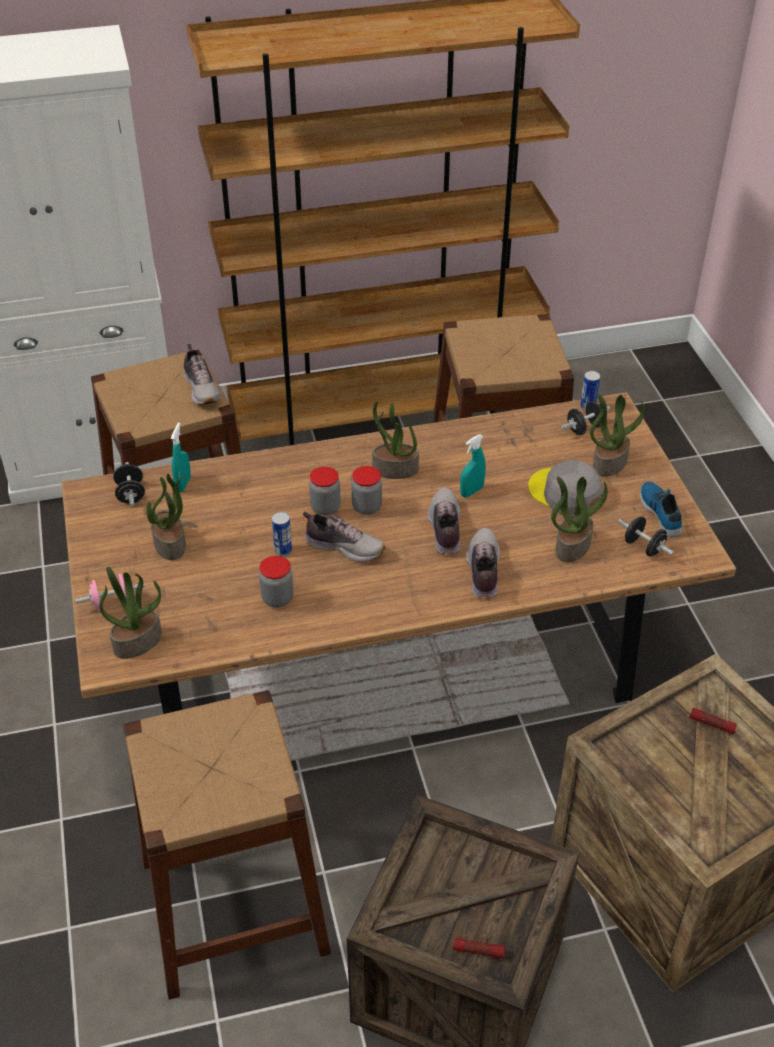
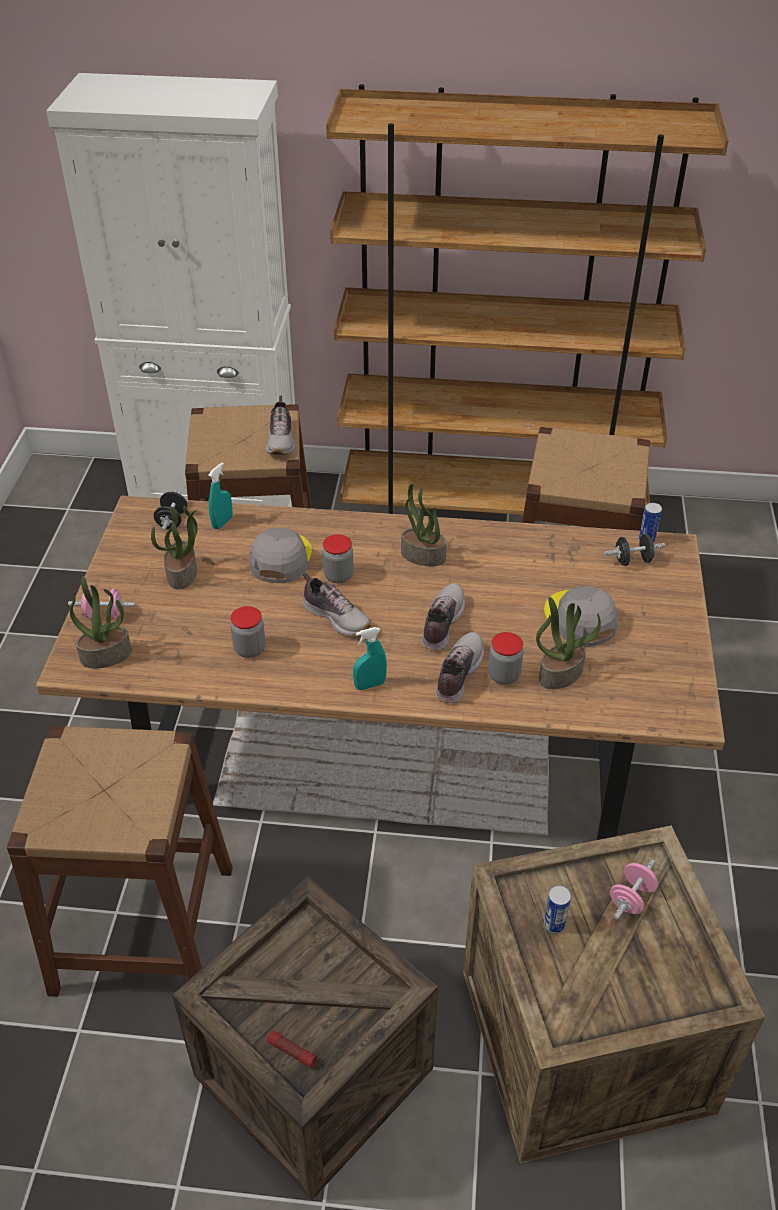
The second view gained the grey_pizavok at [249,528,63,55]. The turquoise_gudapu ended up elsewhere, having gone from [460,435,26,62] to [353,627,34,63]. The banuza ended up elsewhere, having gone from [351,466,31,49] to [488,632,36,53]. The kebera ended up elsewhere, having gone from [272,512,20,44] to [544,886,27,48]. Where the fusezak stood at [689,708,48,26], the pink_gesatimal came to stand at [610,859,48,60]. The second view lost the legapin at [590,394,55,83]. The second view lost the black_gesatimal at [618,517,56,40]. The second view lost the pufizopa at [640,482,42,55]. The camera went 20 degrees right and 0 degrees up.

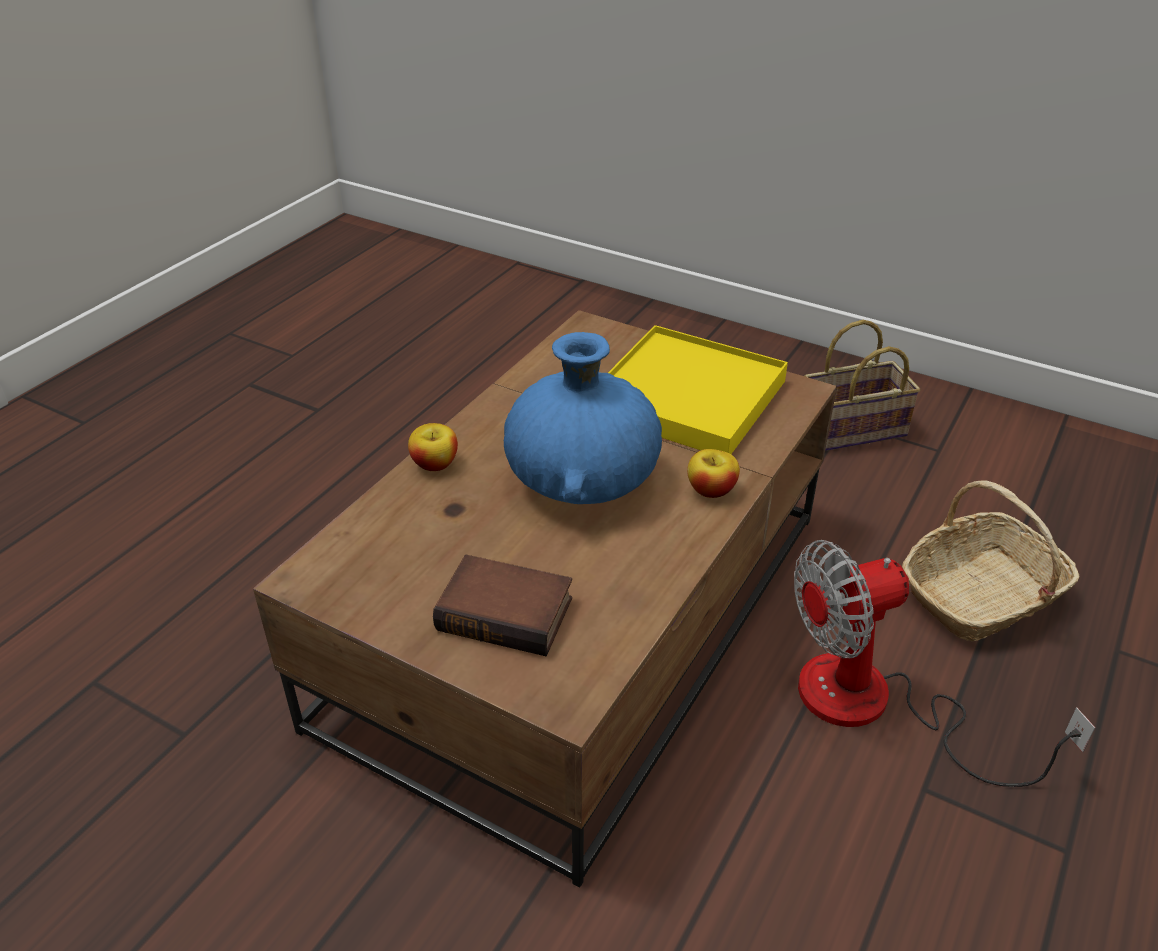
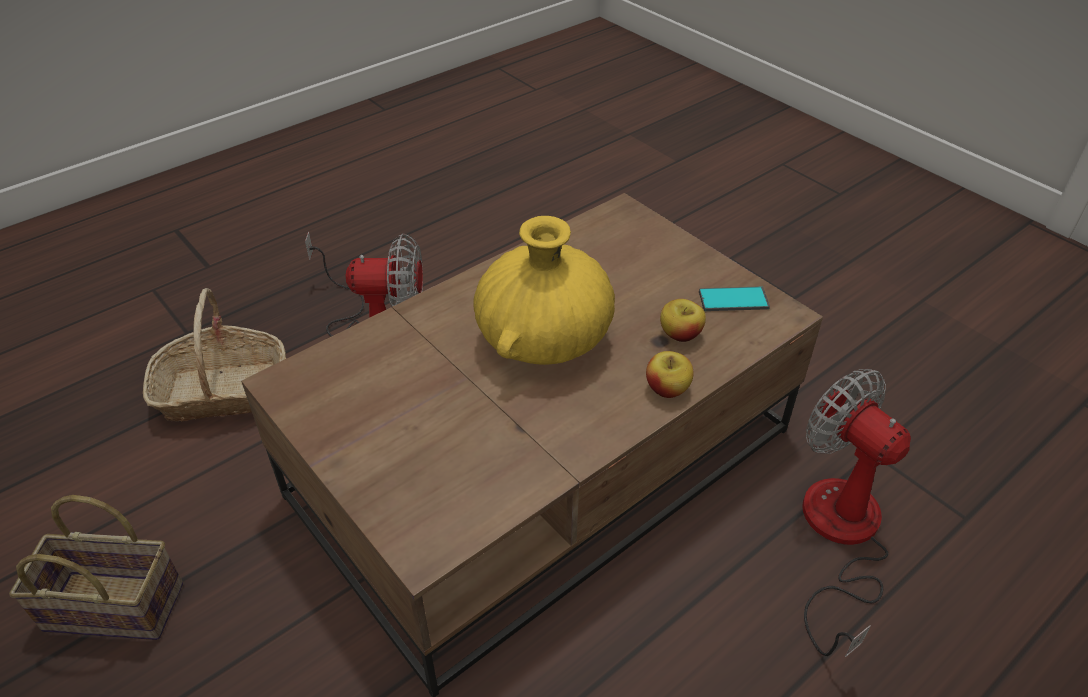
What was the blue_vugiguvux at [504,332,158,172] turned into the yellow_vugiguvux at [473,216,142,149]. The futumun ended up elsewhere, having gone from [687,449,53,49] to [660,299,46,43]. The second view gained the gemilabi at [699,286,71,25]. The second view gained the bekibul at [802,369,109,288]. The second view lost the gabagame at [433,555,139,101]. The second view lost the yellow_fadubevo at [608,325,180,129]. The camera went 160 degrees left and 5 degrees up.

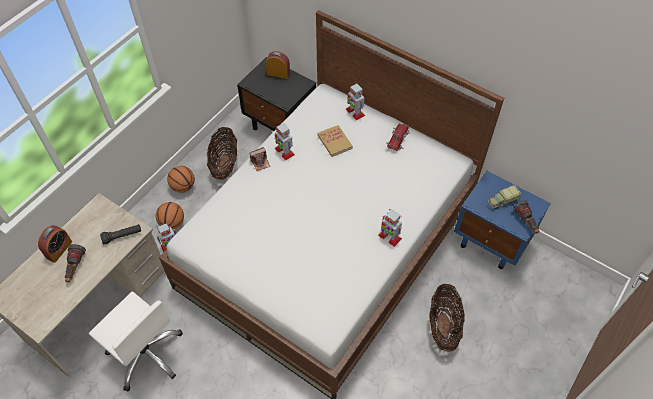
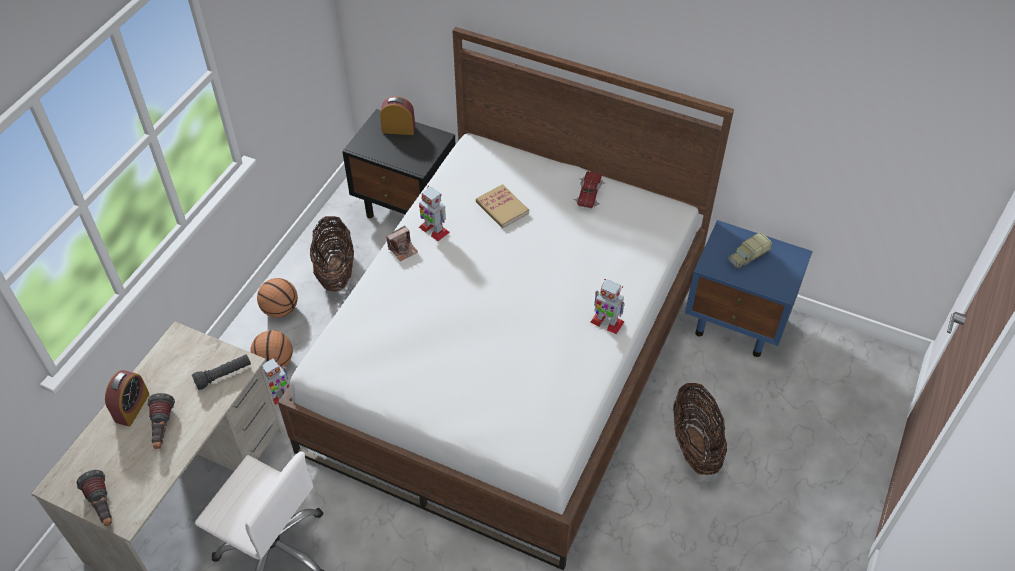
The fusezak ended up elsewhere, having gone from [513,200,26,34] to [76,470,36,56]. The second view lost the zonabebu at [346,82,19,39]. The camera went 10 degrees left and 5 degrees down.

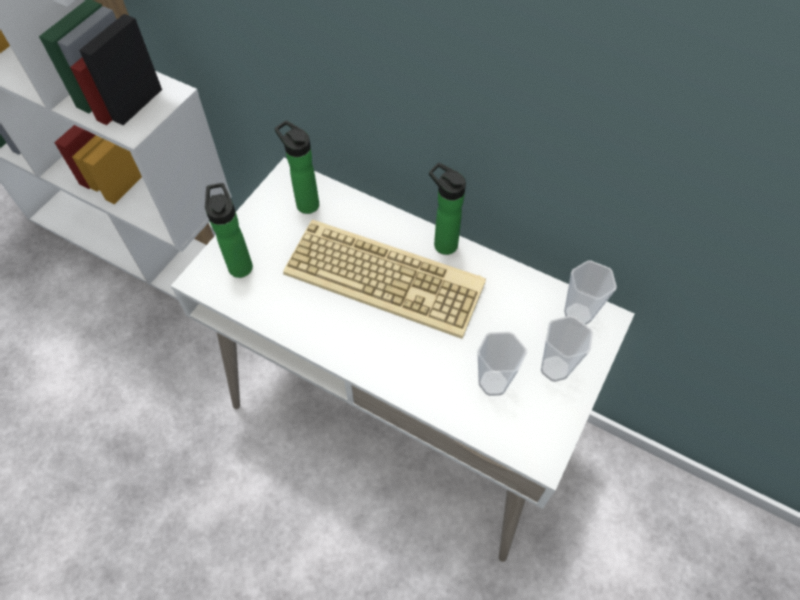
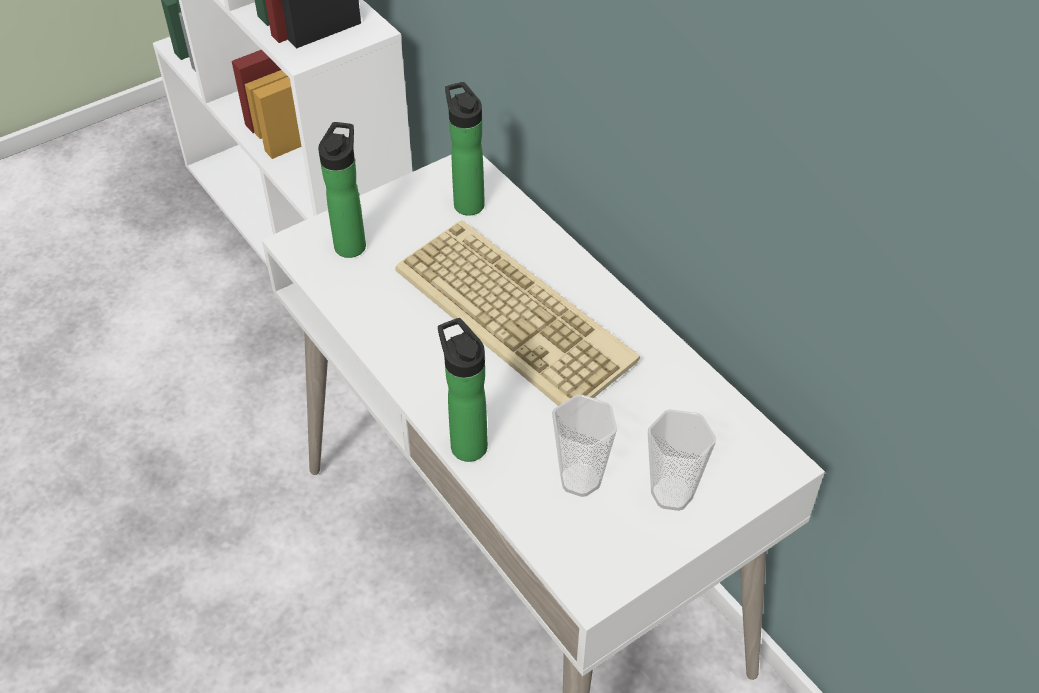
The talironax ended up elsewhere, having gone from [429,163,37,92] to [438,318,50,144]. The second view lost the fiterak at [564,261,53,64]. The camera went 25 degrees right and 10 degrees down.

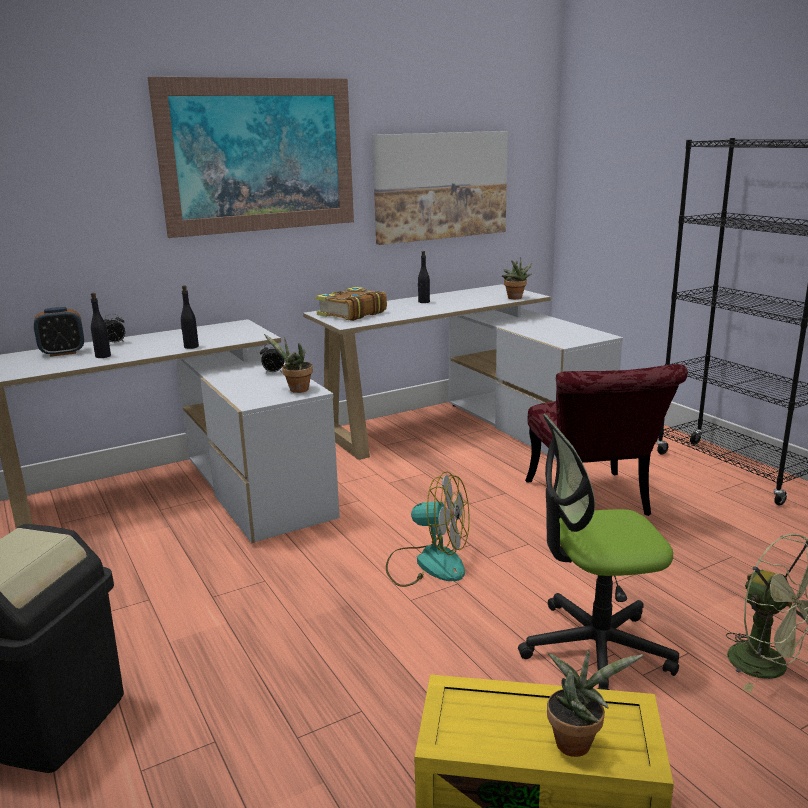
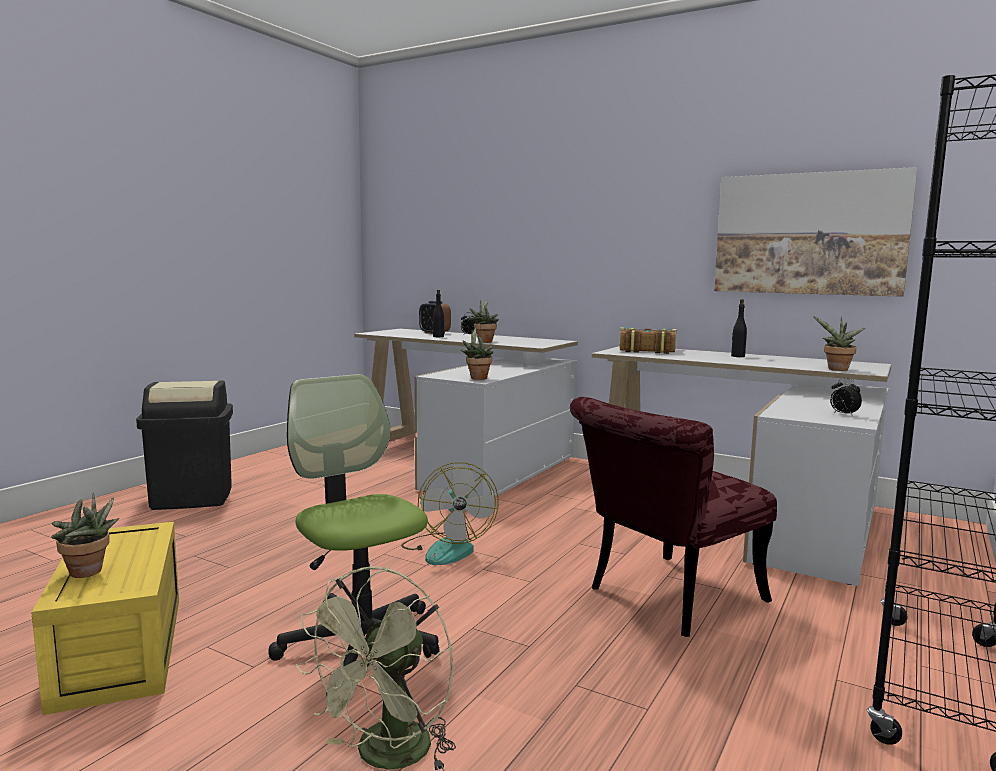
Where the black_talironax stood at [181,285,18,64], the legapin came to stand at [470,300,29,43]. The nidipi ended up elsewhere, having gone from [260,343,25,30] to [830,378,32,38]. The second view lost the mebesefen at [148,77,206,161]. The camera went 60 degrees right and 10 degrees down.

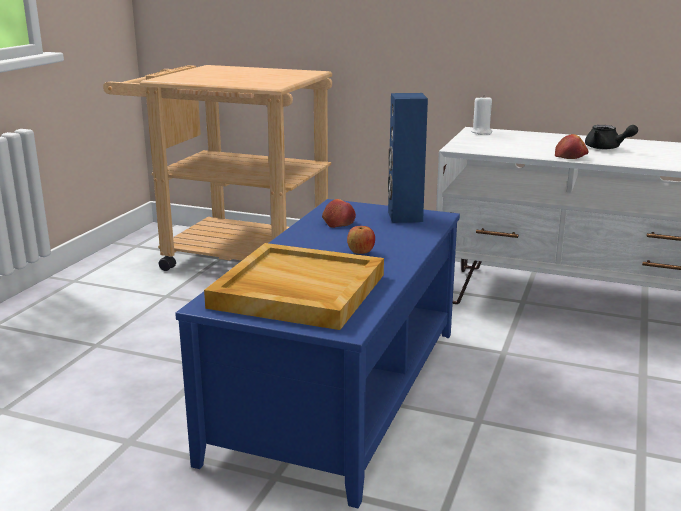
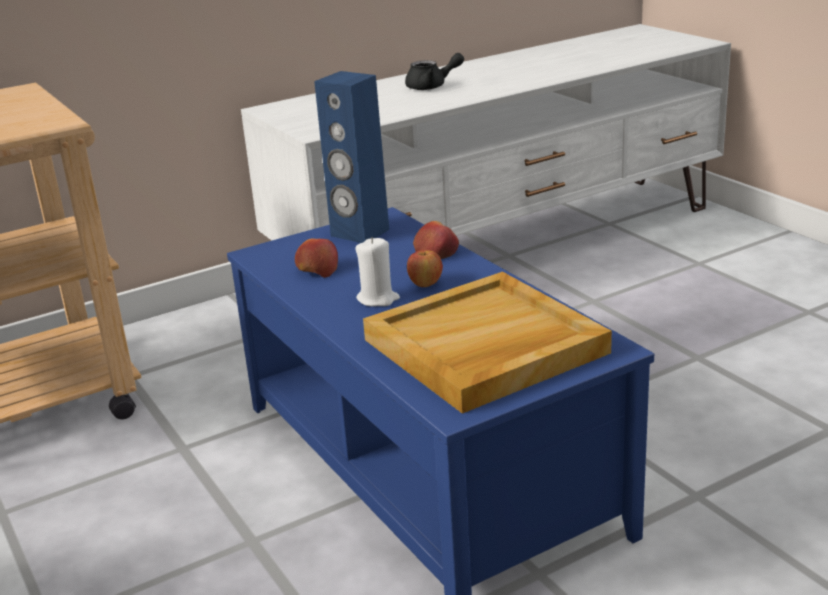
The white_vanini ended up elsewhere, having gone from [471,97,21,38] to [355,237,45,70]. The futumun ended up elsewhere, having gone from [555,134,33,25] to [413,221,46,38]. The camera went 50 degrees left and 5 degrees up.

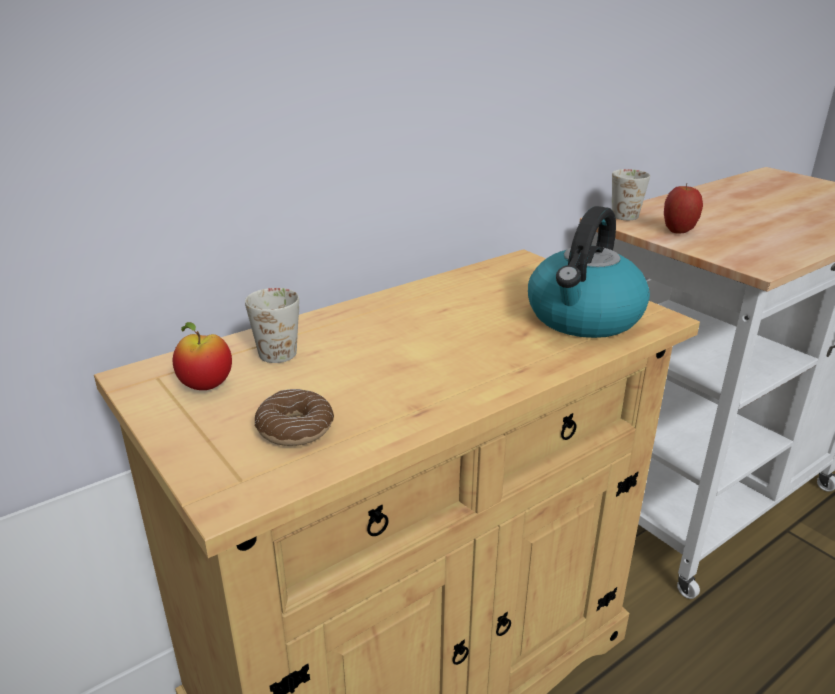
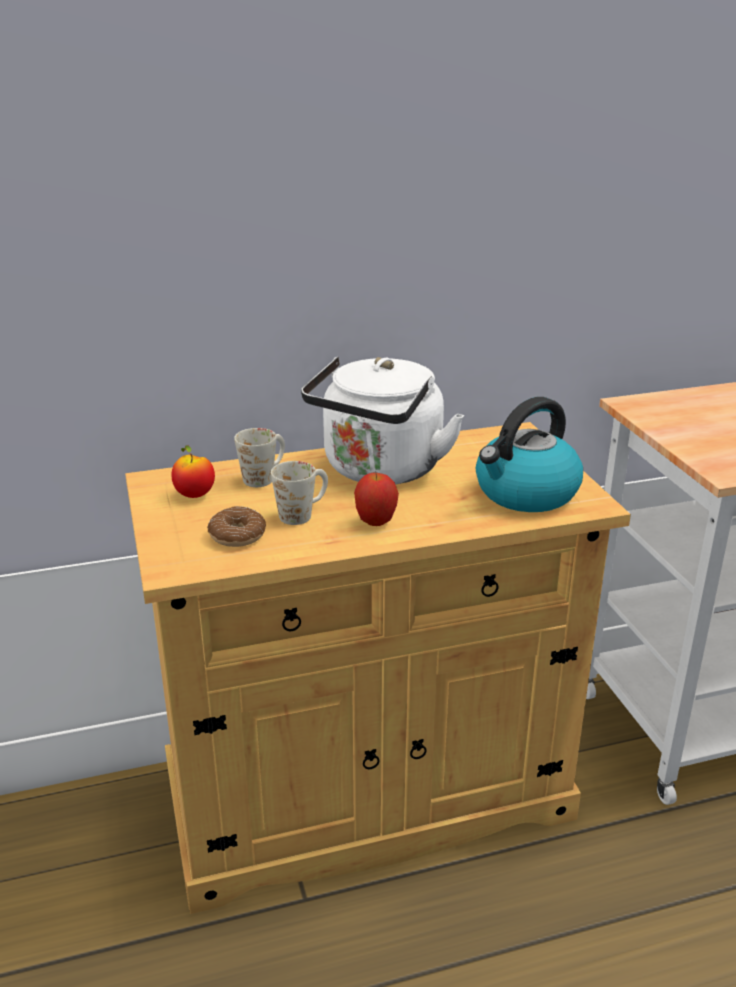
The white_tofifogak ended up elsewhere, having gone from [612,169,38,51] to [271,461,57,64]. The second view gained the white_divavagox at [301,356,163,128]. The futumun ended up elsewhere, having gone from [664,183,39,50] to [354,473,45,53]. The camera went 20 degrees right and 0 degrees up.

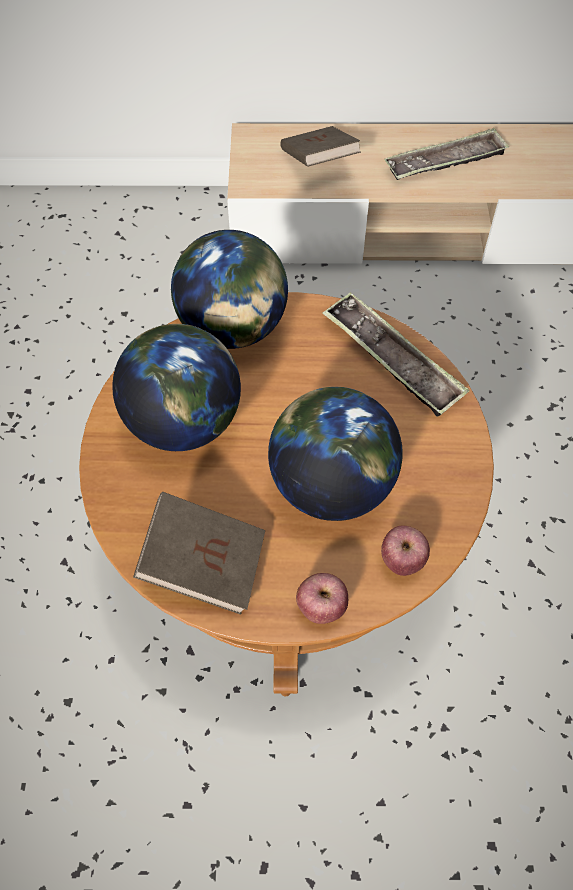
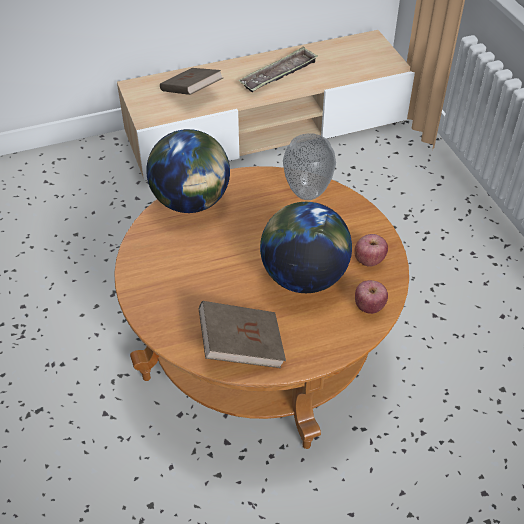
Where the fadubevo stood at [322,292,147,125], the vugiguvux came to stand at [283,133,53,67]. The futumun ended up elsewhere, having gone from [296,573,52,51] to [354,234,34,33]. The second view lost the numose at [112,324,129,127]. The camera went 20 degrees left and 10 degrees down.

